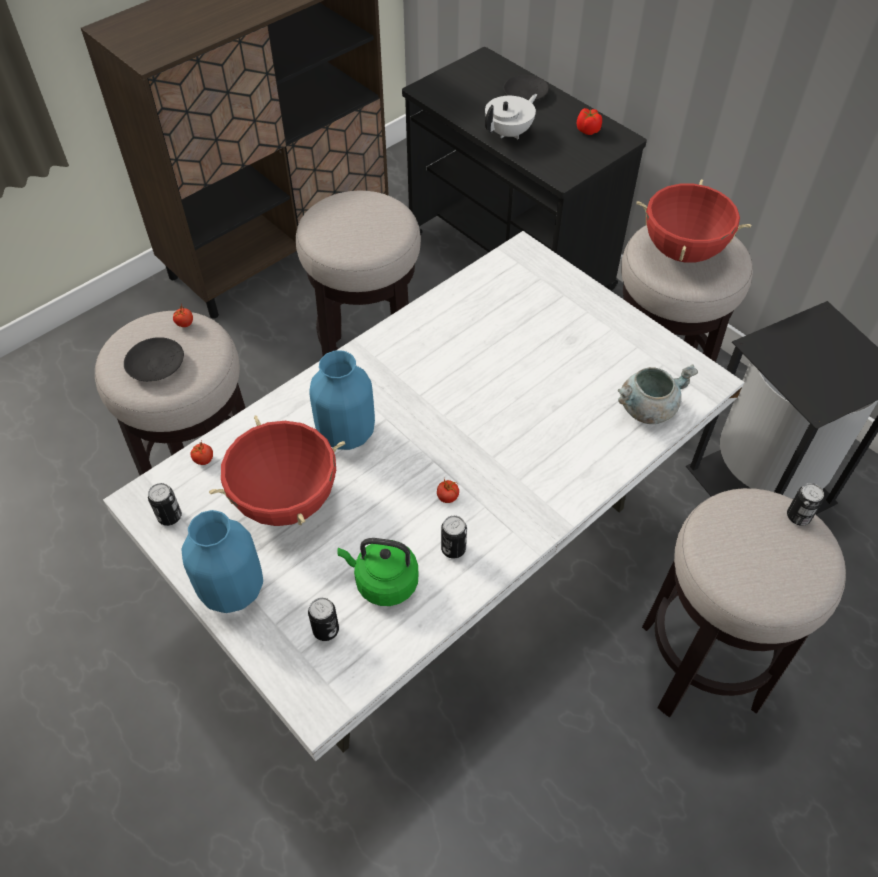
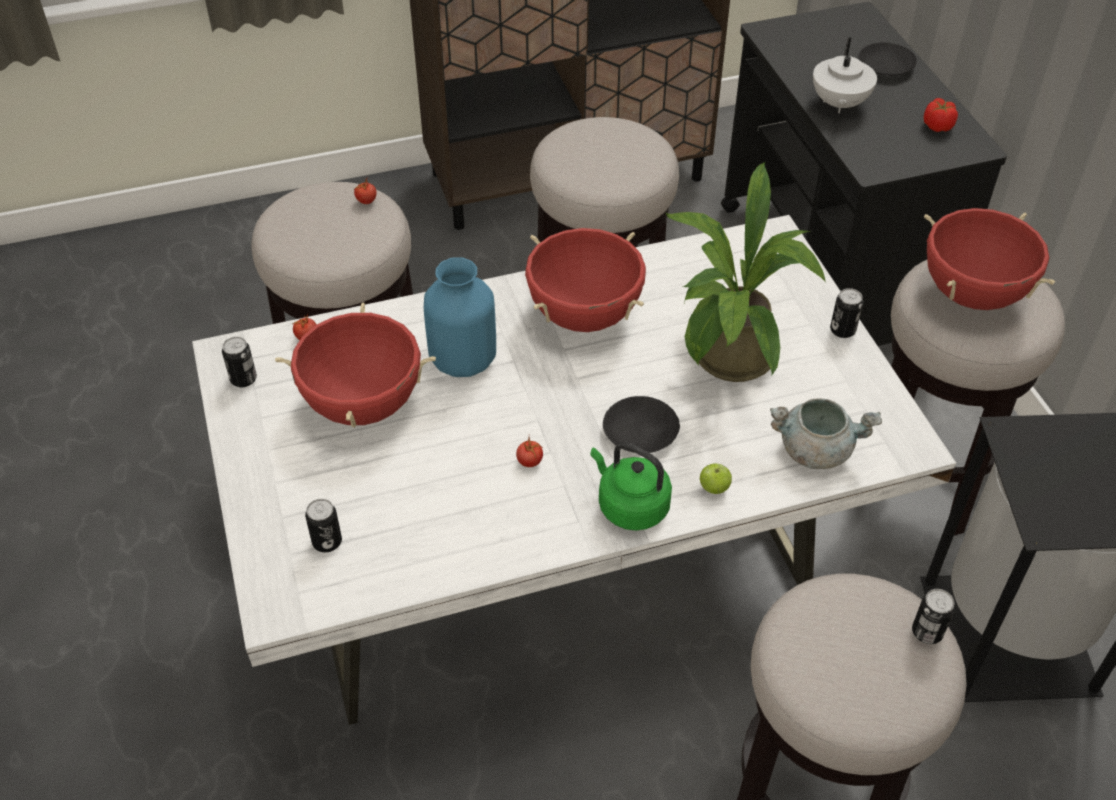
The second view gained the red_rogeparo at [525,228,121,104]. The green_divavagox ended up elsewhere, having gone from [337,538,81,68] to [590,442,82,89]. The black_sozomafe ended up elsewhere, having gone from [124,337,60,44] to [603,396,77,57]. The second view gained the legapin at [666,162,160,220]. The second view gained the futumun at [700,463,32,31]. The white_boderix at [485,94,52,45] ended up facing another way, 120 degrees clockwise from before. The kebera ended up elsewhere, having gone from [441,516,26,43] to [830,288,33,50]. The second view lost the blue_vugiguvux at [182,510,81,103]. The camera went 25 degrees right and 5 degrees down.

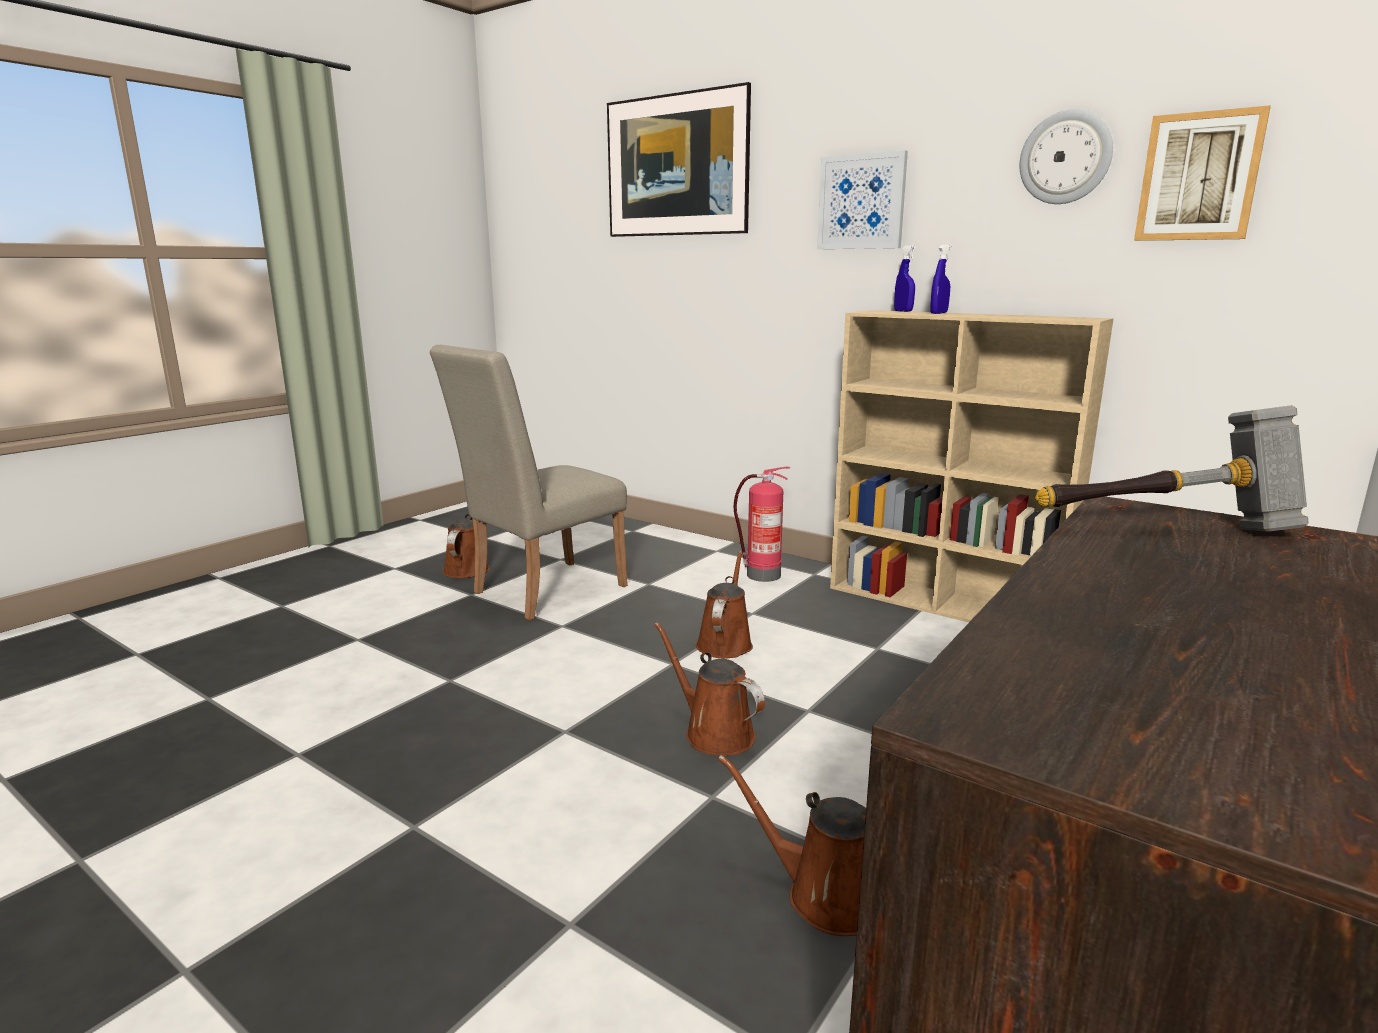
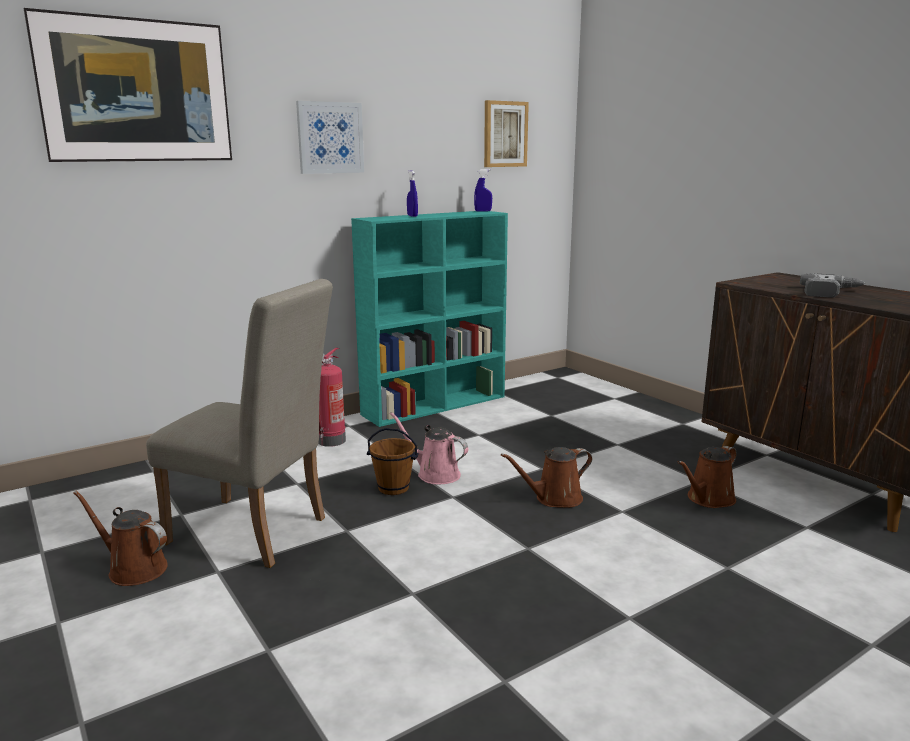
The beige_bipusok at [430,345,198,276] ended up facing another way, 45 degrees counterclockwise from before. What was the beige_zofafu at [830,310,284,312] turned into the turquoise_zofafu at [351,211,157,216]. The second view gained the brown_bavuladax at [367,428,52,67]. What was the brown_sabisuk at [696,551,57,107] turned into the pink_sabisuk at [390,412,78,72]. The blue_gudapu ended up elsewhere, having gone from [894,245,22,67] to [474,169,18,43]. The second view gained the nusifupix at [800,273,65,24]. The second view lost the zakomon at [1019,109,94,95]. The second view lost the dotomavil at [1035,405,274,127]. The camera went 70 degrees left and 0 degrees up.

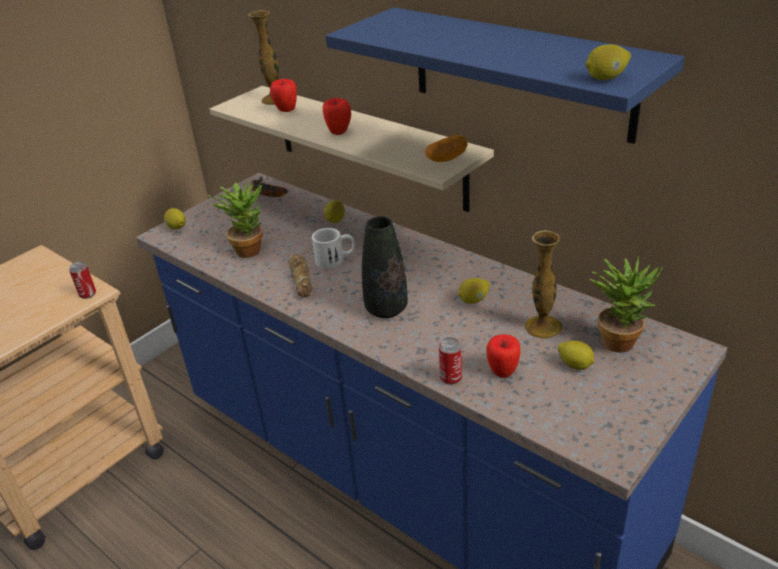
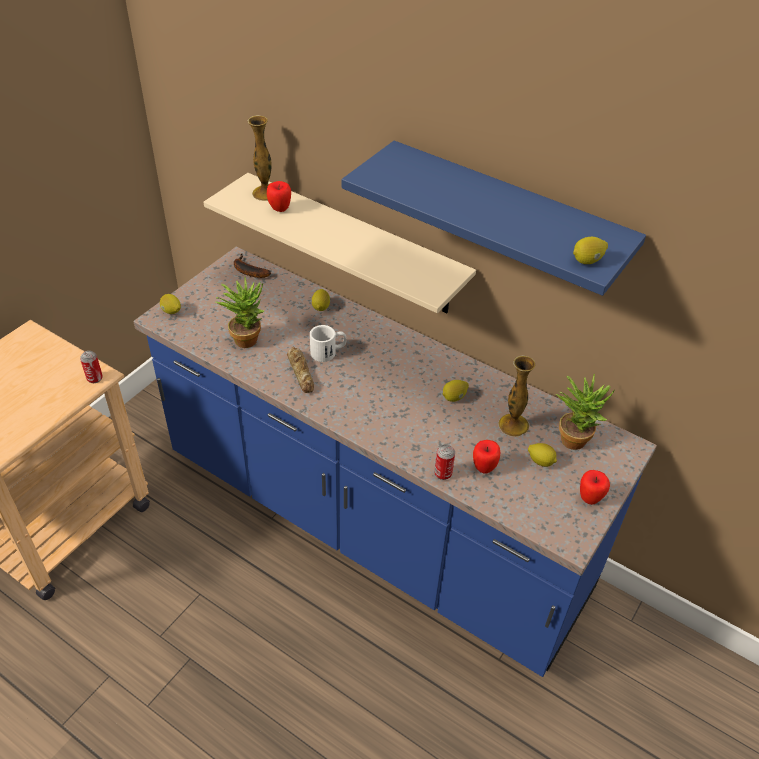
The futumun ended up elsewhere, having gone from [323,98,28,37] to [580,470,30,35]. The second view lost the black_vugiguvux at [362,216,46,102]. The second view lost the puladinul at [425,135,42,27]. The camera went 10 degrees left and 10 degrees up.

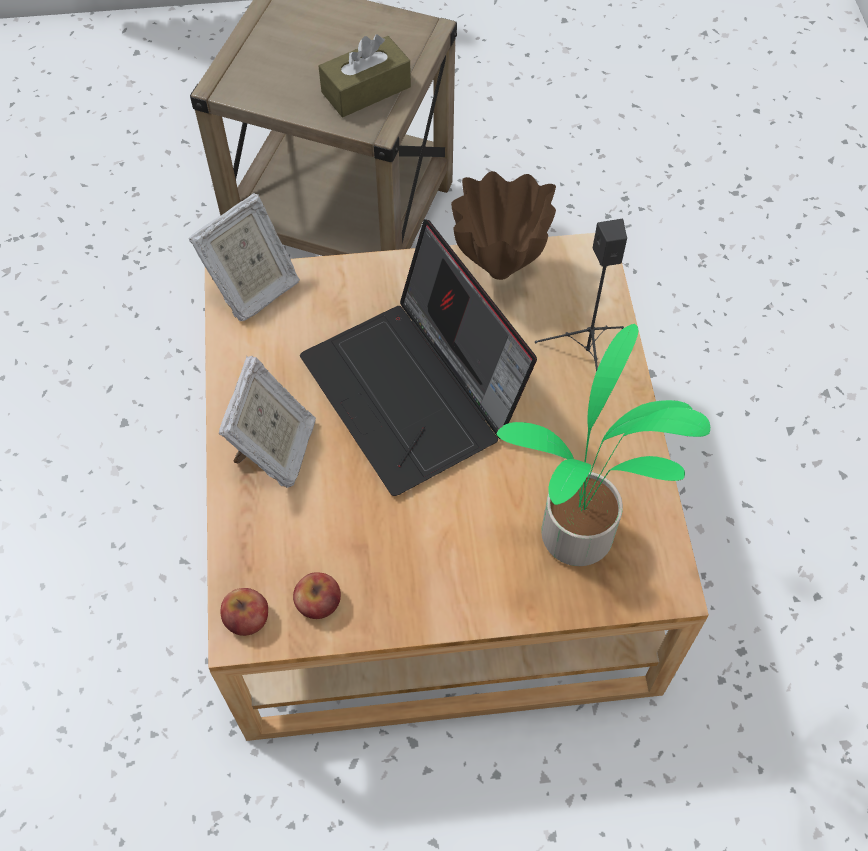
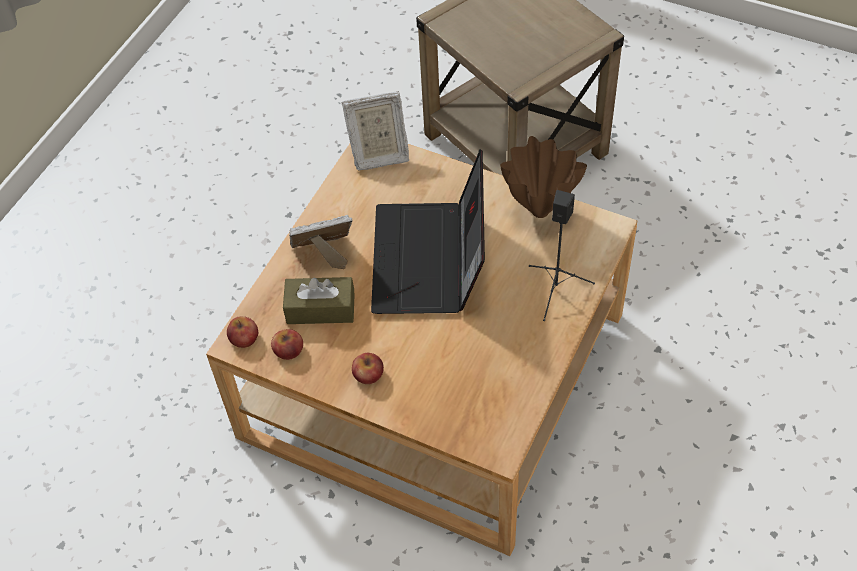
The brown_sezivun ended up elsewhere, having gone from [319,35,92,82] to [283,277,72,47]. The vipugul at [219,356,97,132] ended up facing another way, 150 degrees counterclockwise from before. The second view gained the futumun at [352,353,32,31]. The second view lost the legapin at [496,324,214,242]. The camera went 35 degrees right and 5 degrees down.

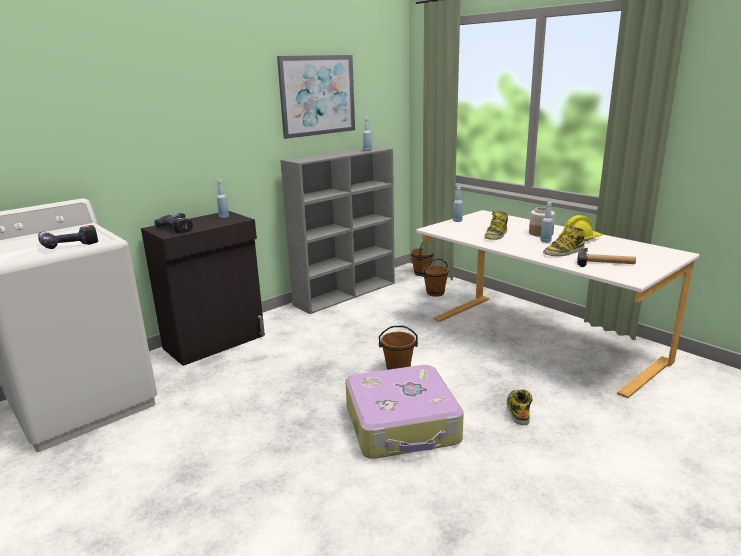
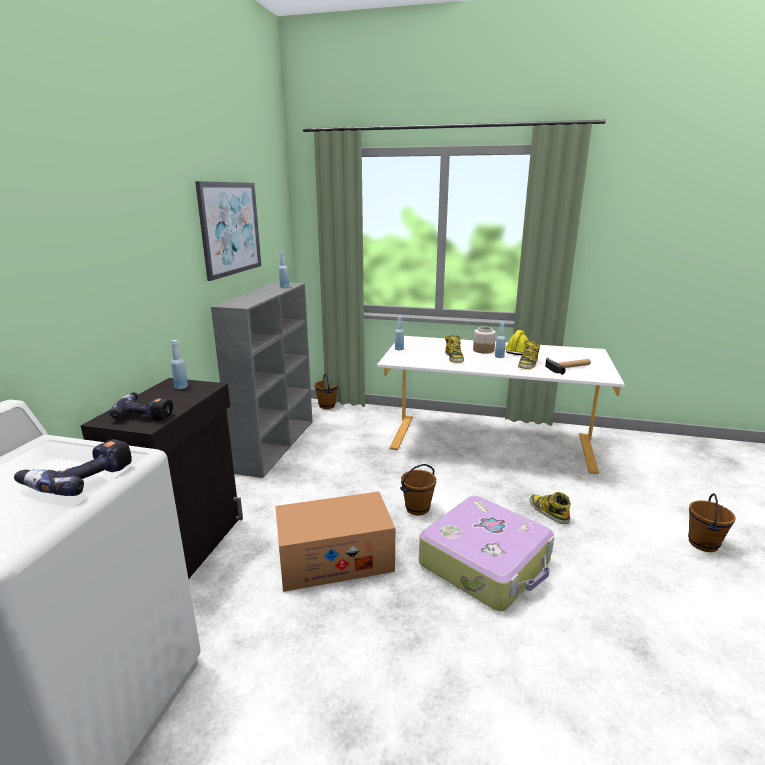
The second view gained the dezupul at [275,491,120,101]. The brown_bavuladax ended up elsewhere, having gone from [422,258,27,39] to [688,493,47,59]. The camera went 35 degrees left and 0 degrees up.

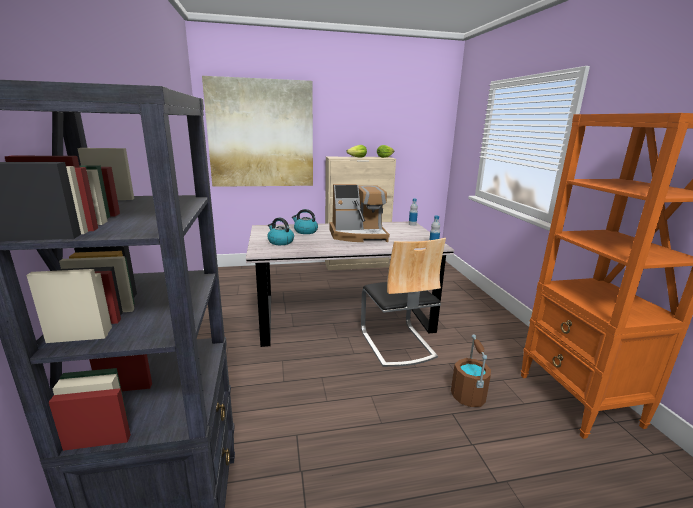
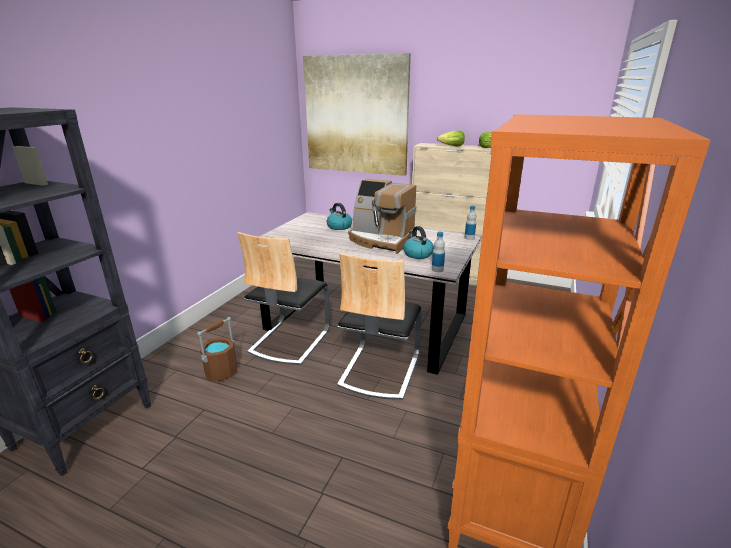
The brown_bavuladax ended up elsewhere, having gone from [451,334,40,73] to [197,317,40,64]. The second view gained the bipusok at [237,232,93,133]. The divavagox ended up elsewhere, having gone from [267,217,27,28] to [403,226,31,33]. The camera went 35 degrees right and 5 degrees up.

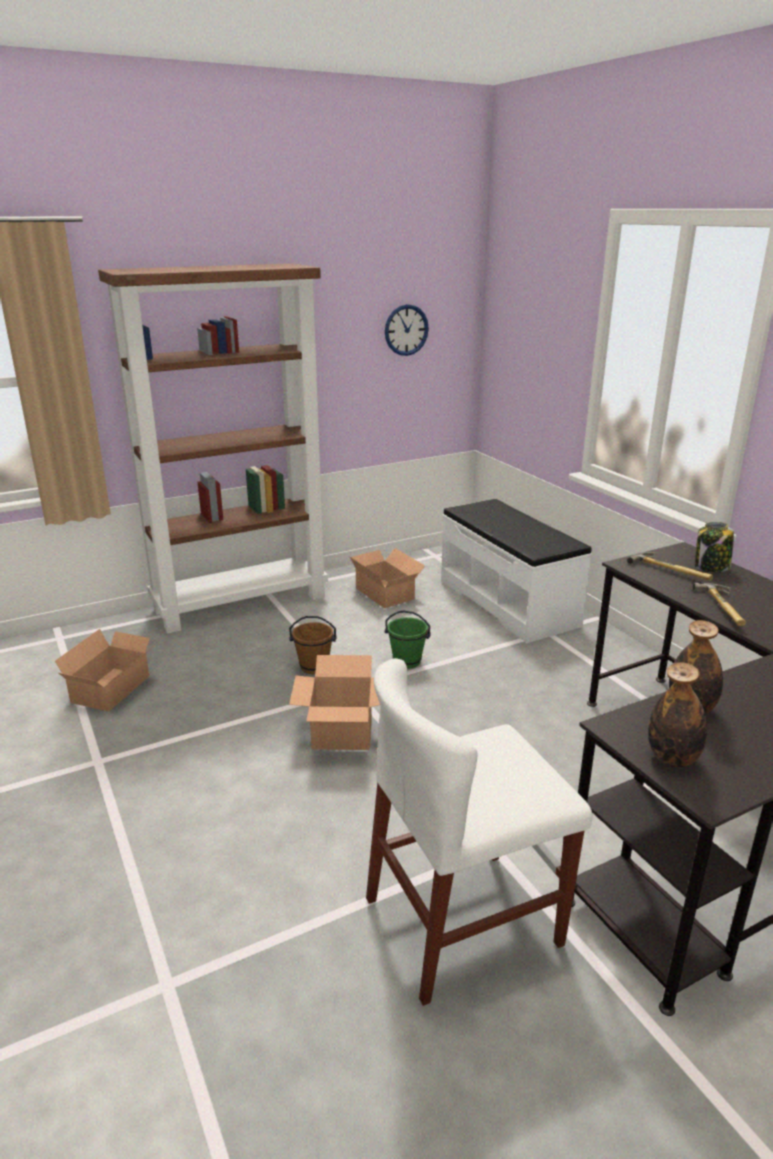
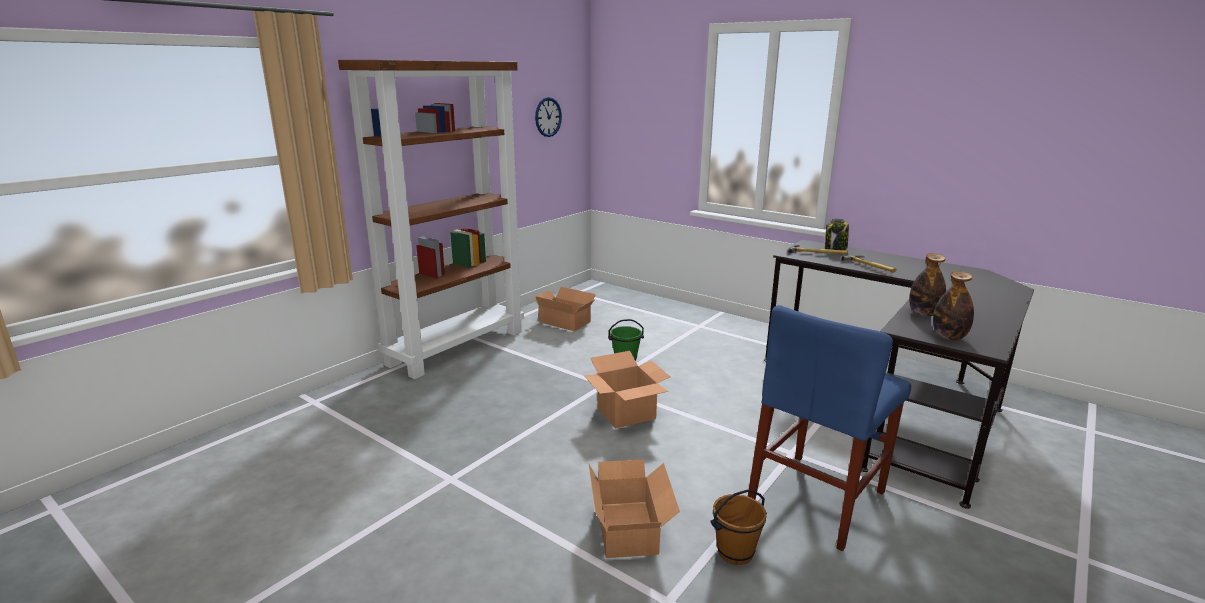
The dezupul ended up elsewhere, having gone from [55,629,102,82] to [589,459,91,99]. The brown_bavuladax ended up elsewhere, having gone from [289,616,48,58] to [711,490,56,75]. What was the white_bipusok at [366,658,227,348] turned into the blue_bipusok at [748,305,163,246]. The second view lost the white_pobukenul at [441,499,151,144]. The camera went 25 degrees left and 5 degrees down.

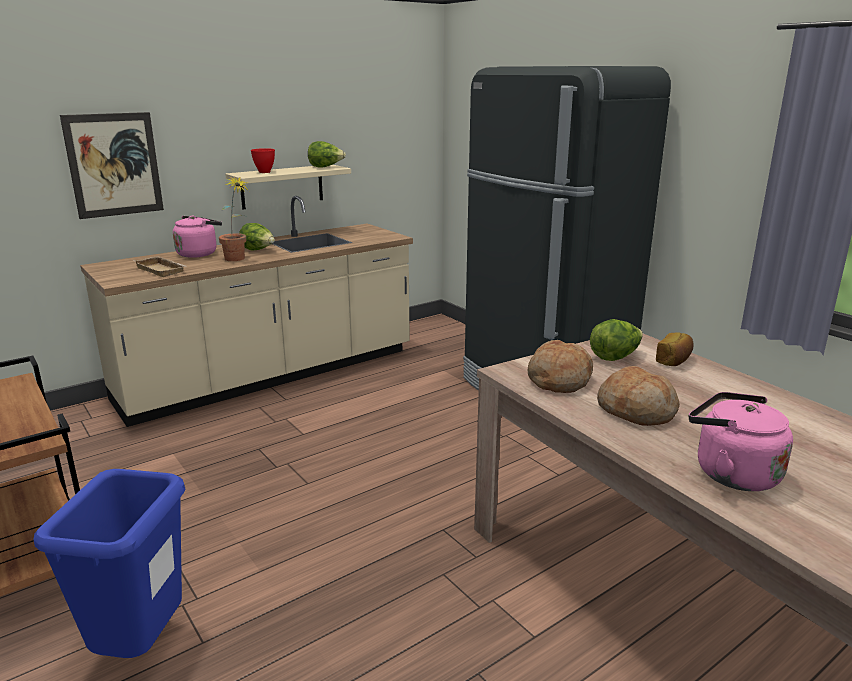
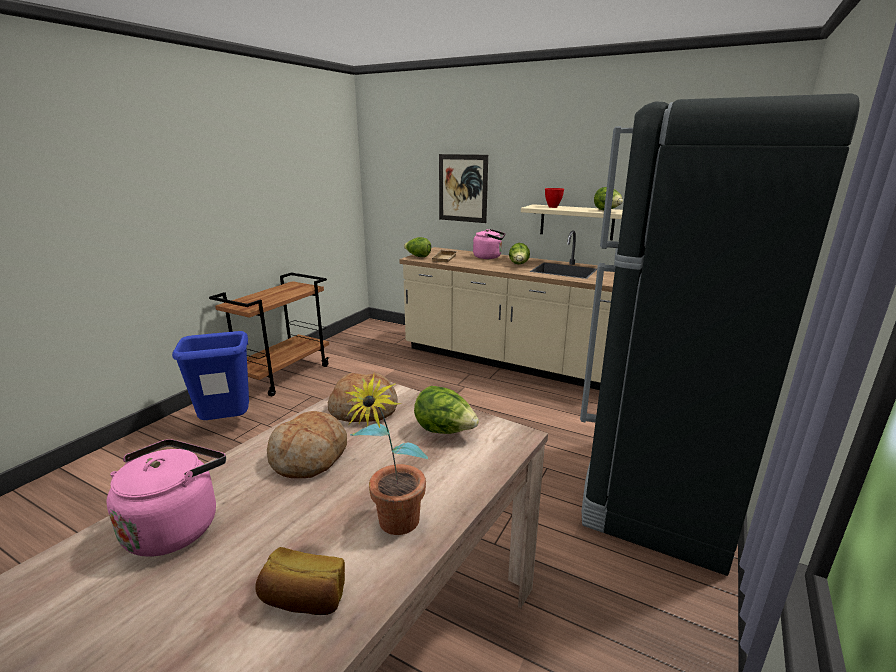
The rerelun ended up elsewhere, having gone from [656,332,38,34] to [255,547,90,68]. The legapin ended up elsewhere, having gone from [219,176,30,85] to [344,372,84,163]. The second view gained the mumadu at [404,237,27,20]. The camera went 65 degrees right and 0 degrees up.

